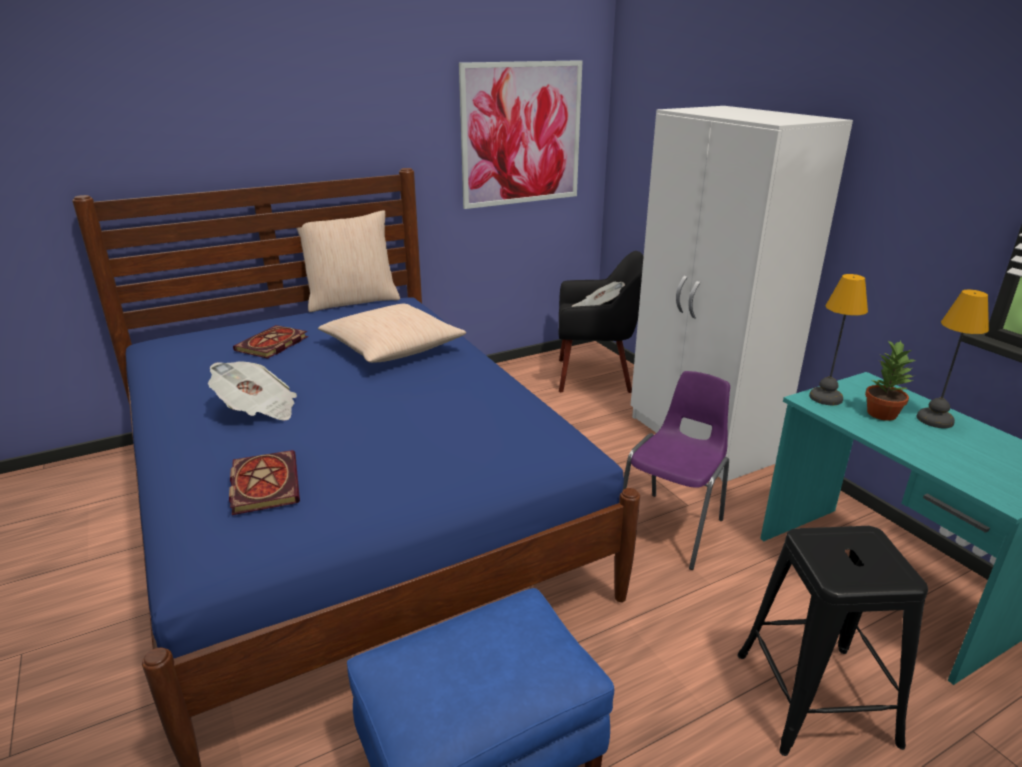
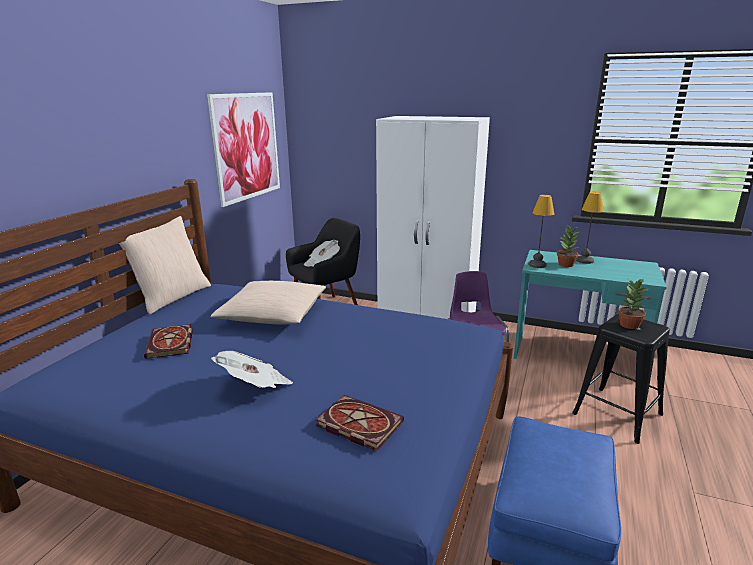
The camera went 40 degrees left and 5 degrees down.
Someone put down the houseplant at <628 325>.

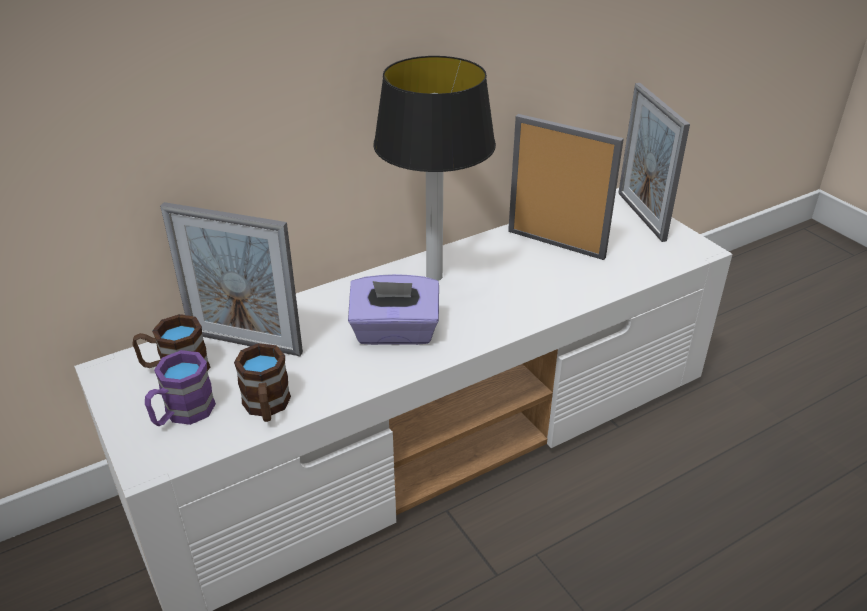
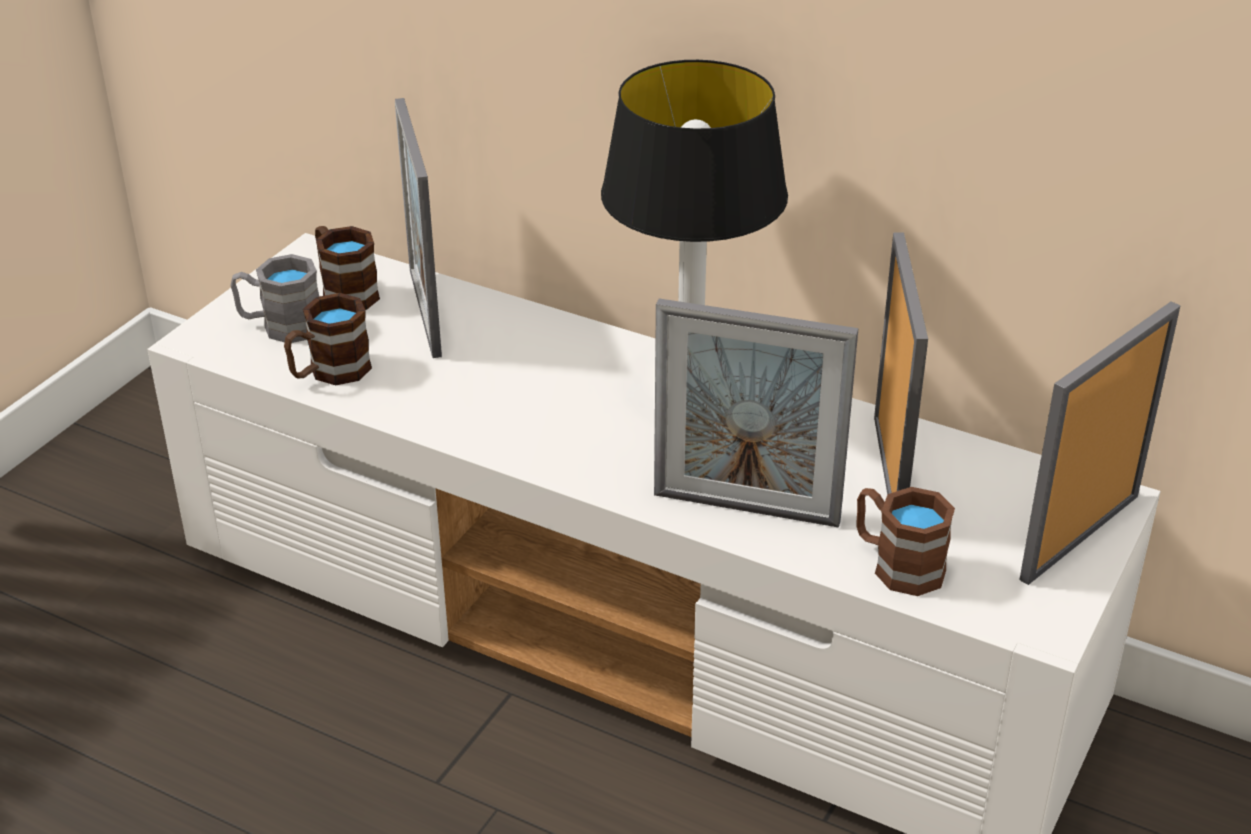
The camera went 60 degrees right and 0 degrees up.
Someone took away the purple tissue holder at <395 333>.
Someone put down the picture frame at <746 508>.
Someone put down the brown tea mug at <896 564>.
Someone repainted the purple tea mug at <182 414>, which became the grey tea mug at <280 326>.

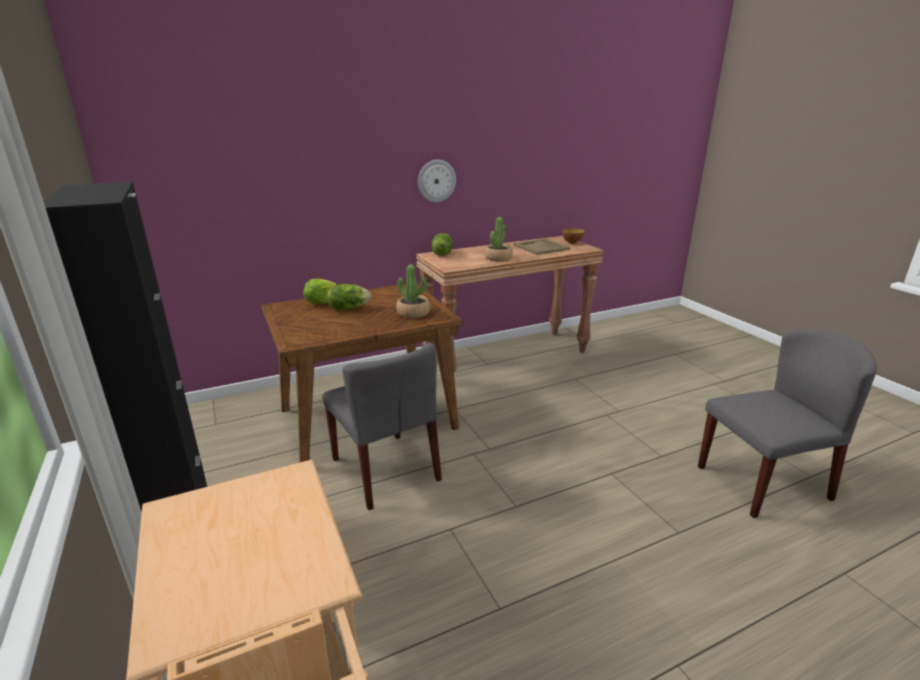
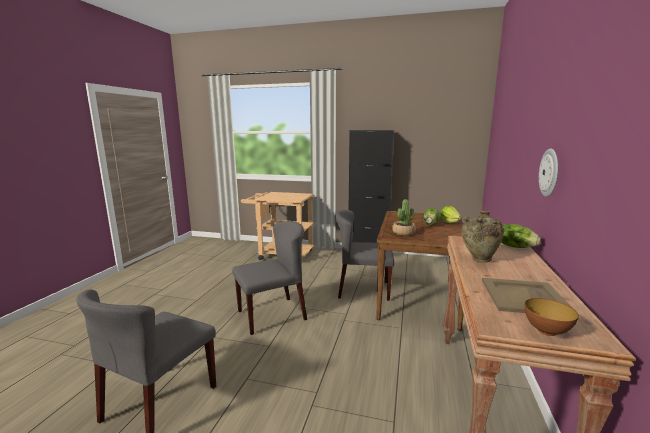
The camera went 130 degrees right and 10 degrees down.
Someone put down the grey upright chair at <272 315>.
Someone swapped the houseplant at <498 258> for the beige-coloured decorative vase at <479 260>.

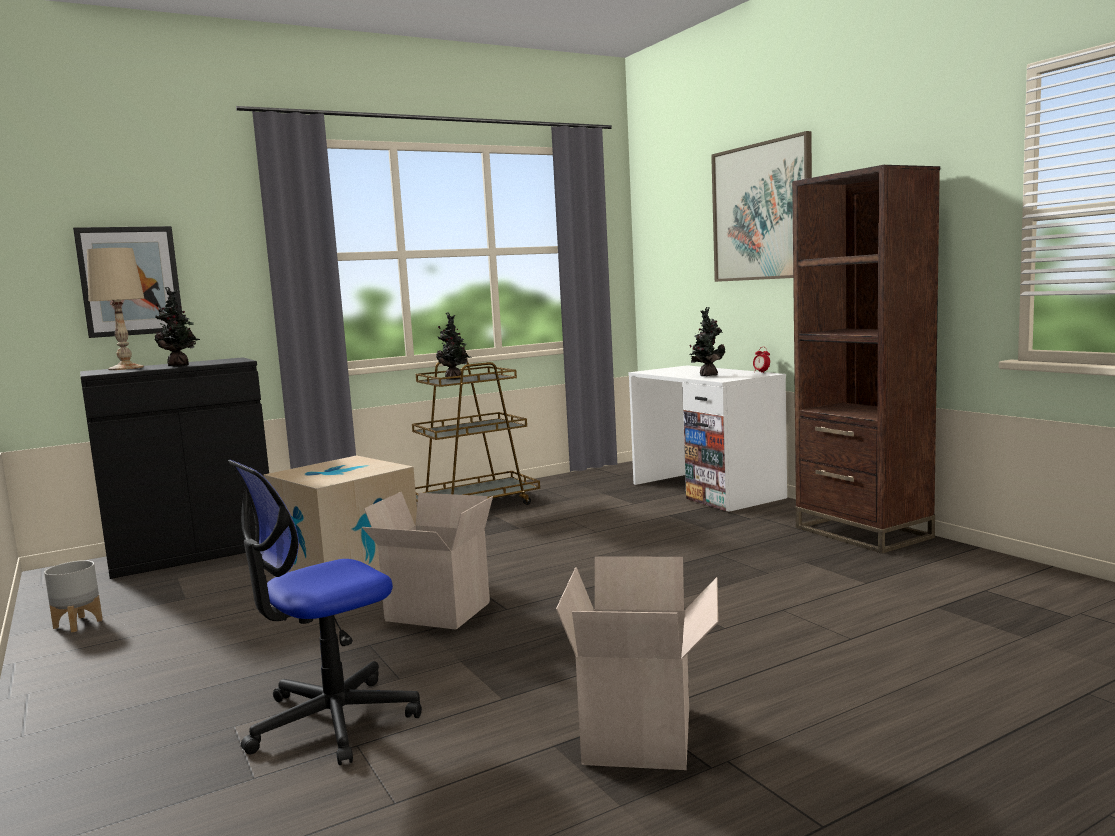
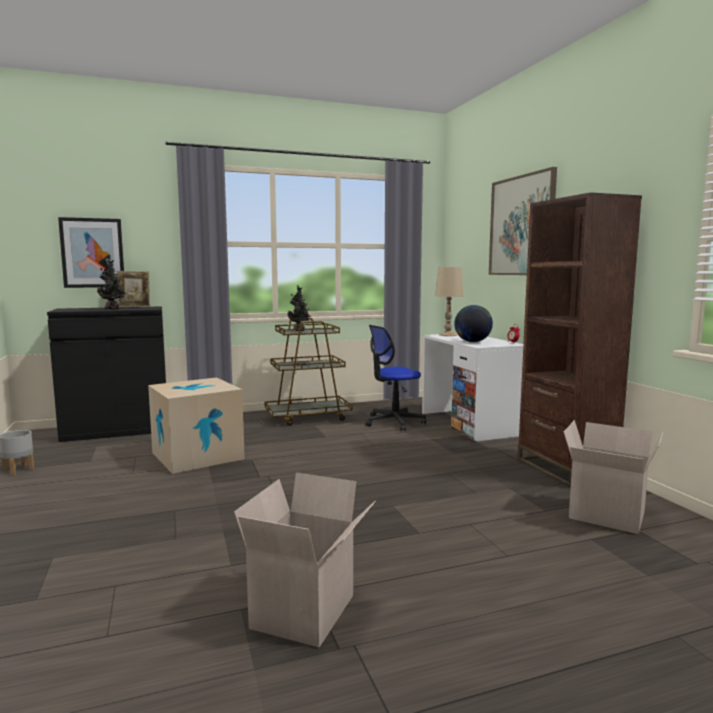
The camera went 10 degrees right and 0 degrees up.
Someone put down the picture frame at <134 307>.
Someone carried the beige-coloured table lamp from <125 368> to <447 335>.
Someone carried the office chair from <332 721> to <394 422>.
Someone carried the cardboard box from <435 613> to <605 516>.
Someone swapped the houseplant at <707 375> for the globe at <472 342>.

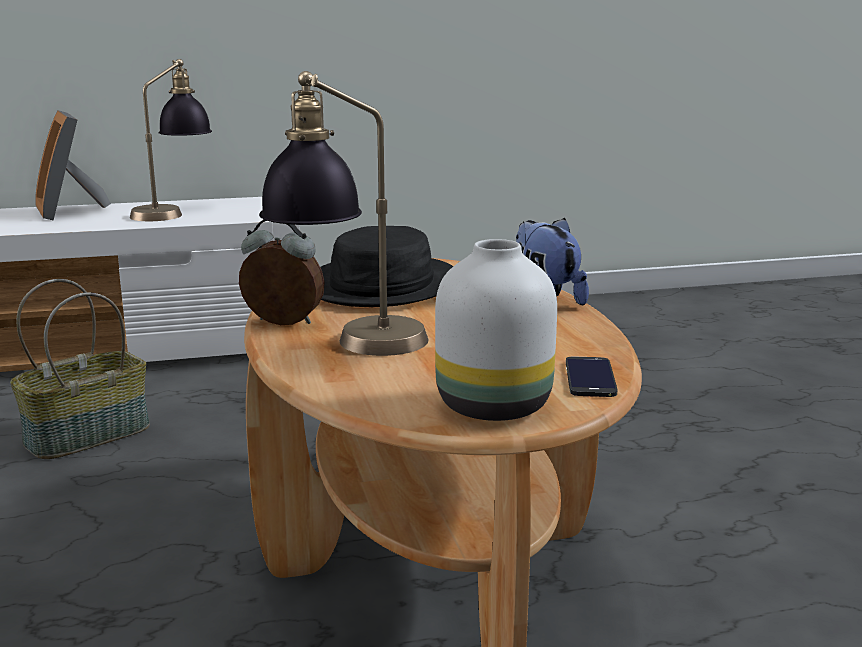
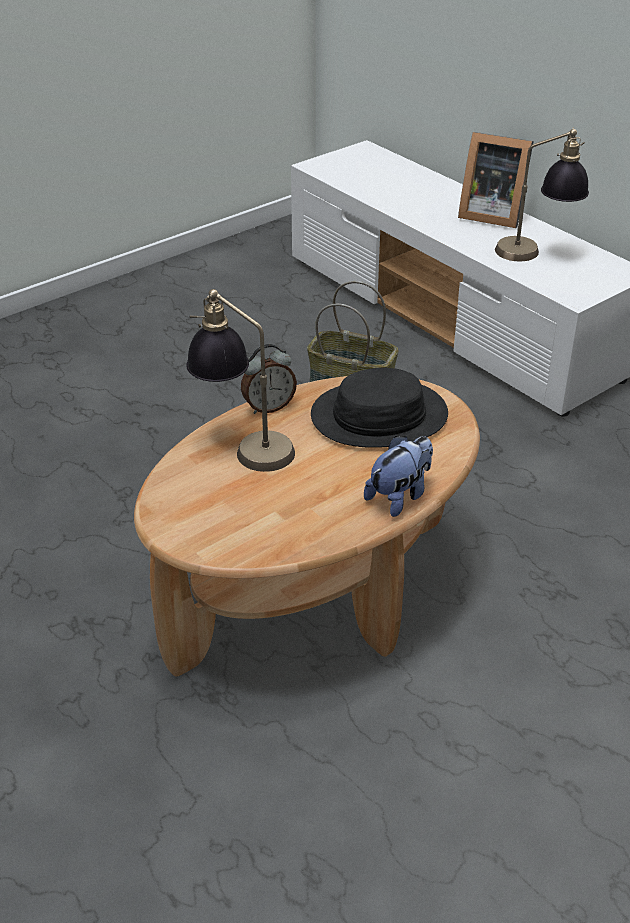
The camera went 65 degrees right and 20 degrees up.
Someone took away the whitish decorative vase at <493 408>.
Someone took away the phone at <590 378>.
Someone rotated the picture frame at <71 211> by 105 degrees counterclockwise.
Someone rotated the table clock at <282 324> by 75 degrees clockwise.

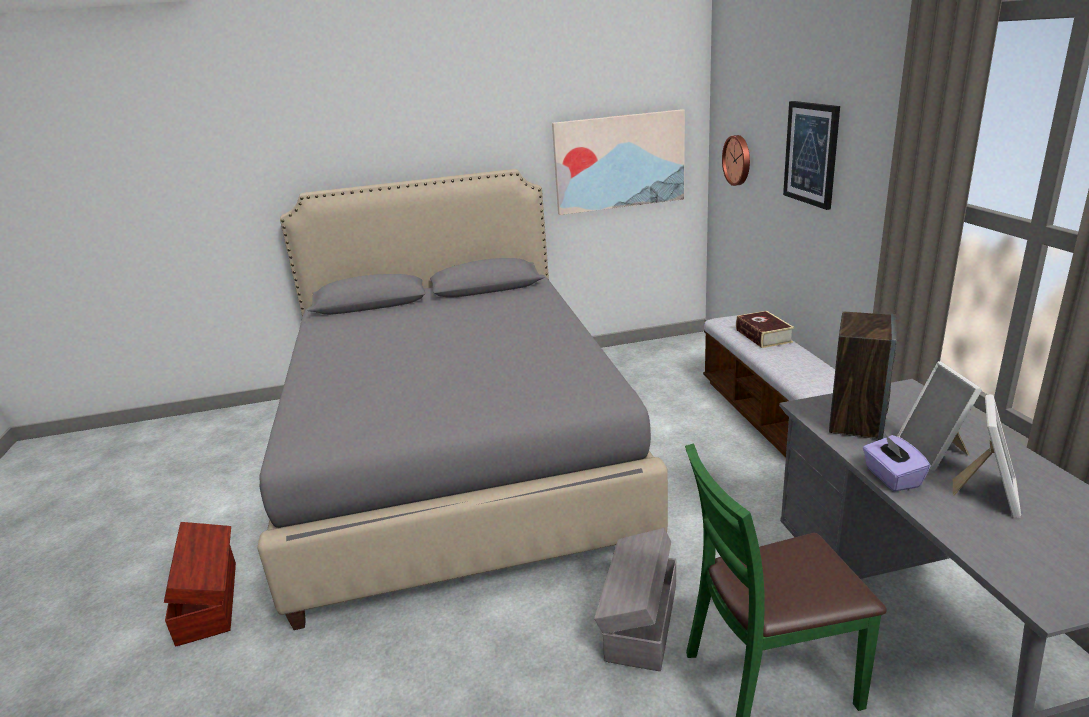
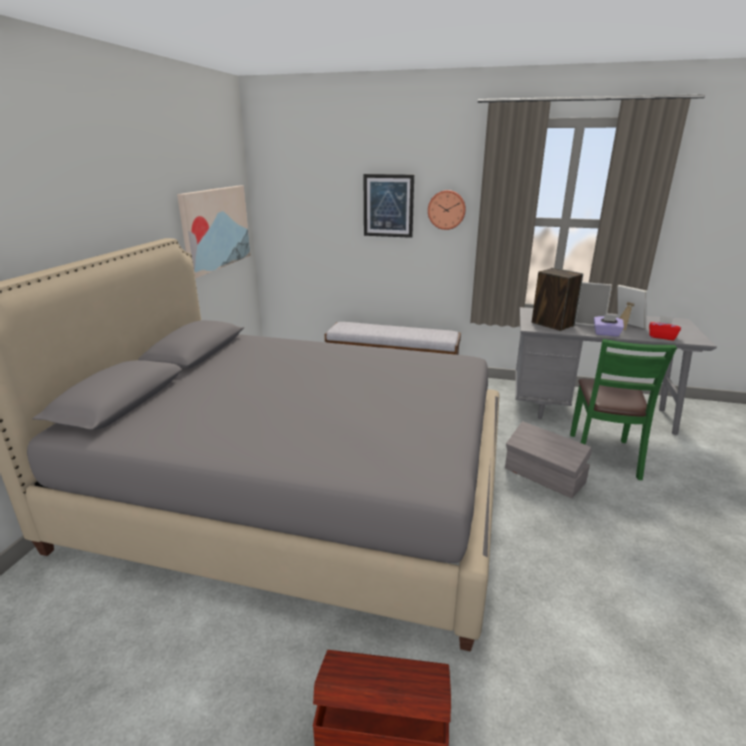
The camera went 65 degrees left and 0 degrees up.
Someone took away the volume at <763 336>.
Someone put down the red-coloured tissue holder at <661 337>.
Someone carried the wall clock from <738 160> to <446 209>.

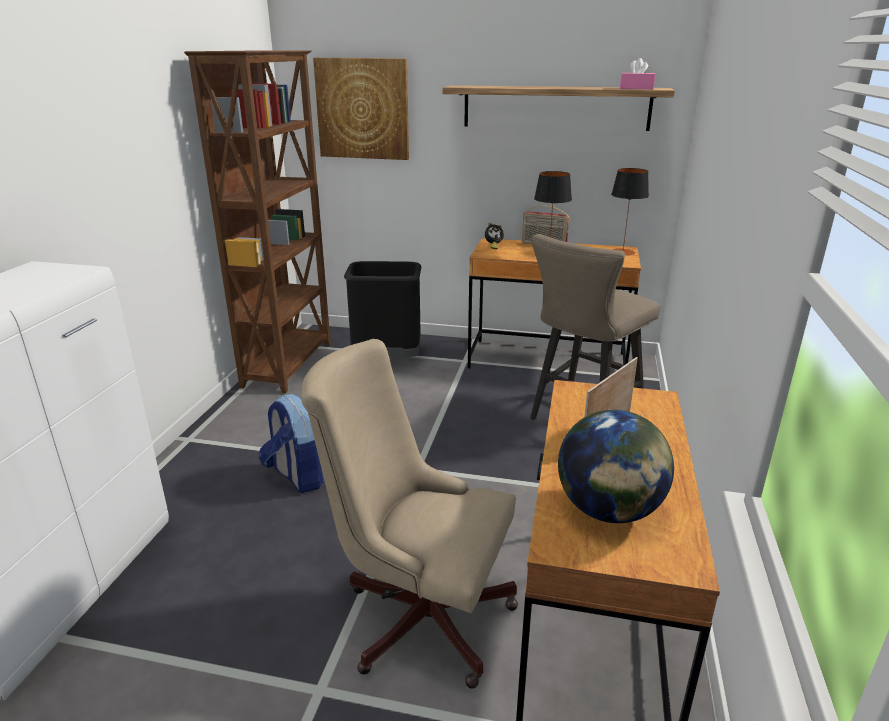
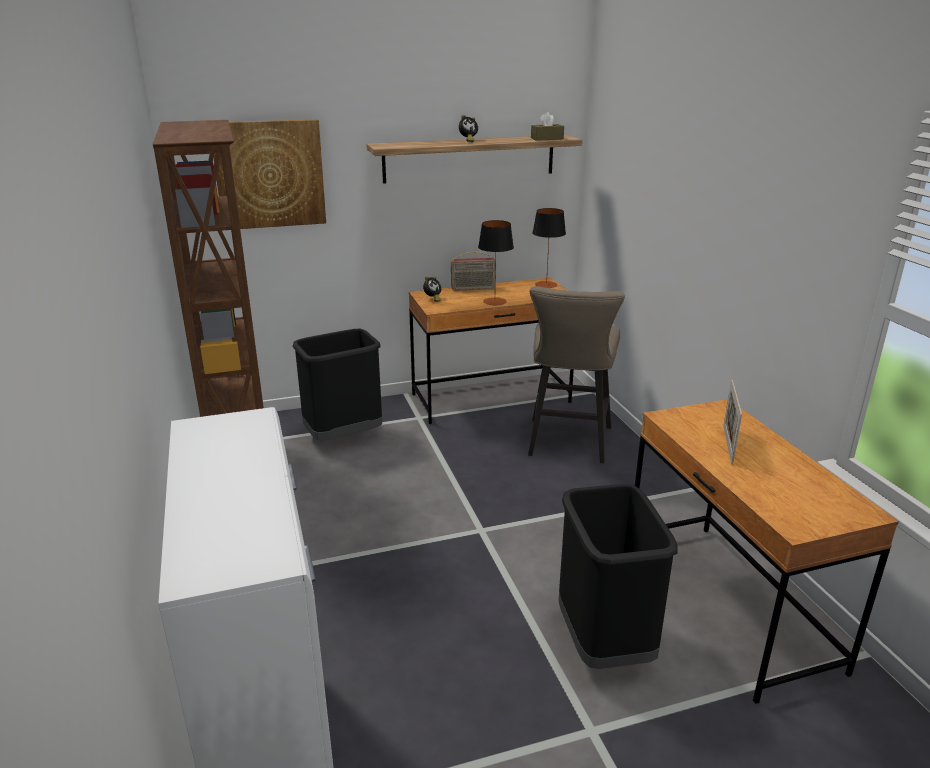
The camera went 30 degrees left and 0 degrees up.
Someone took away the knapsack at <297 476>.
Someone took away the globe at <609 510>.
Someone put down the table clock at <467 141>.
Someone swapped the beige-coloured office chair at <418 614> for the blackish rubbish bin at <603 643>.
Someone repainted the pink tissue holder at <636 88>, which became the brown tissue holder at <547 139>.

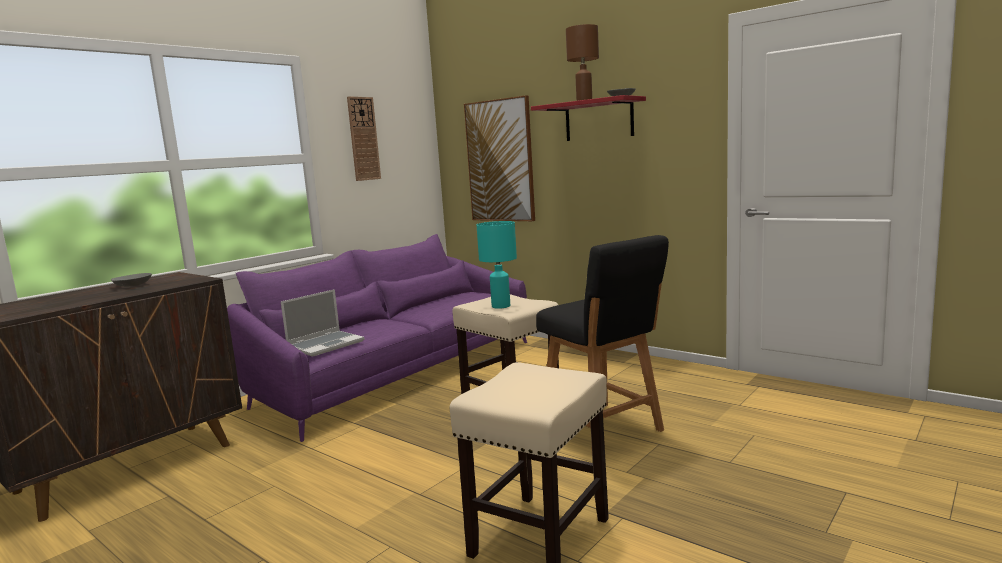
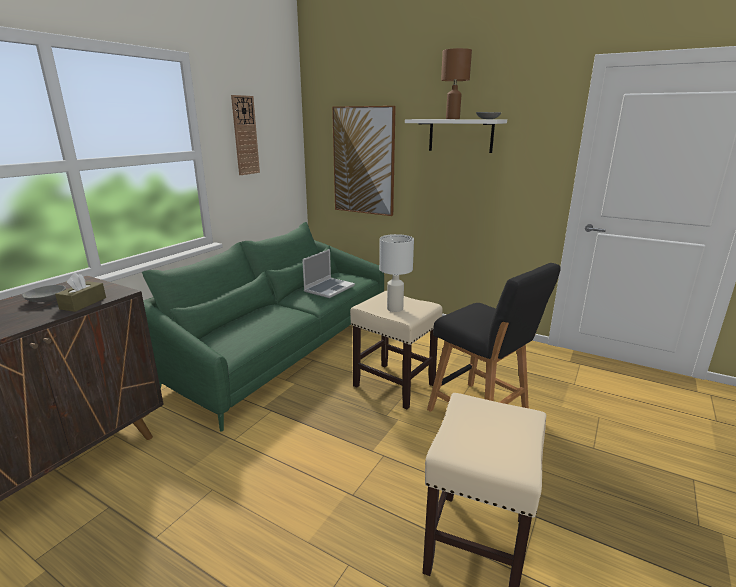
The camera went 10 degrees left and 10 degrees up.
Someone put down the brown tissue holder at <83 303>.
Someone carried the laptop from <326 344> to <329 288>.
Someone repainted the purple couch at <396 373>, which became the green-coloured couch at <282 348>.
Someone repainted the turquoise table lamp at <500 306>, which became the whitish table lamp at <394 309>.
Someone repainted the red-coloured bracket shelf at <599 120>, which became the whitish bracket shelf at <460 135>.

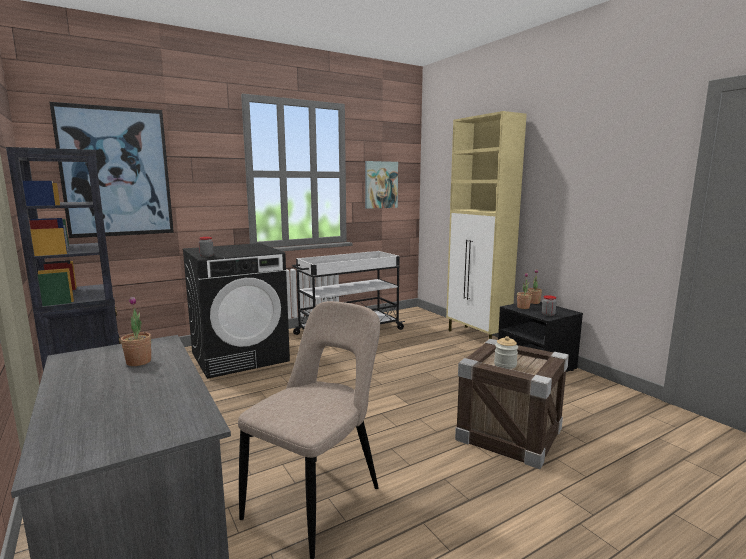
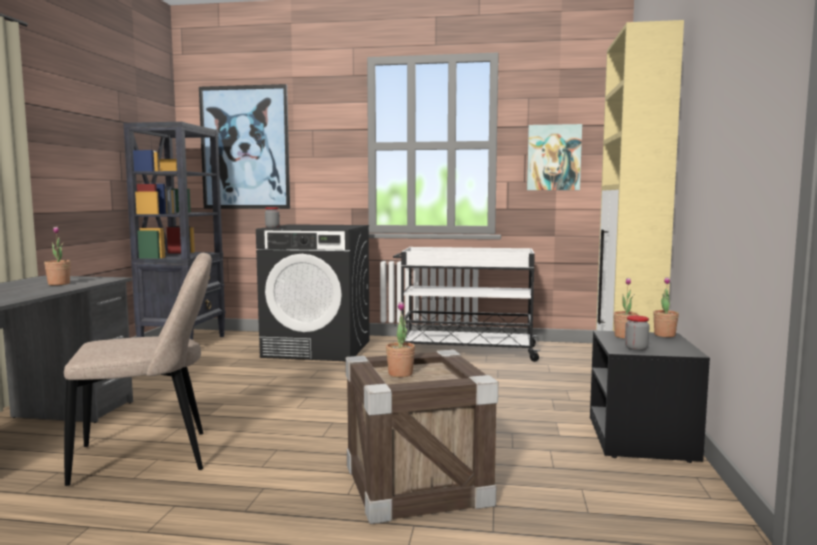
The camera went 40 degrees right and 5 degrees down.
Someone swapped the preserve jar at <505 364> for the houseplant at <400 374>.

